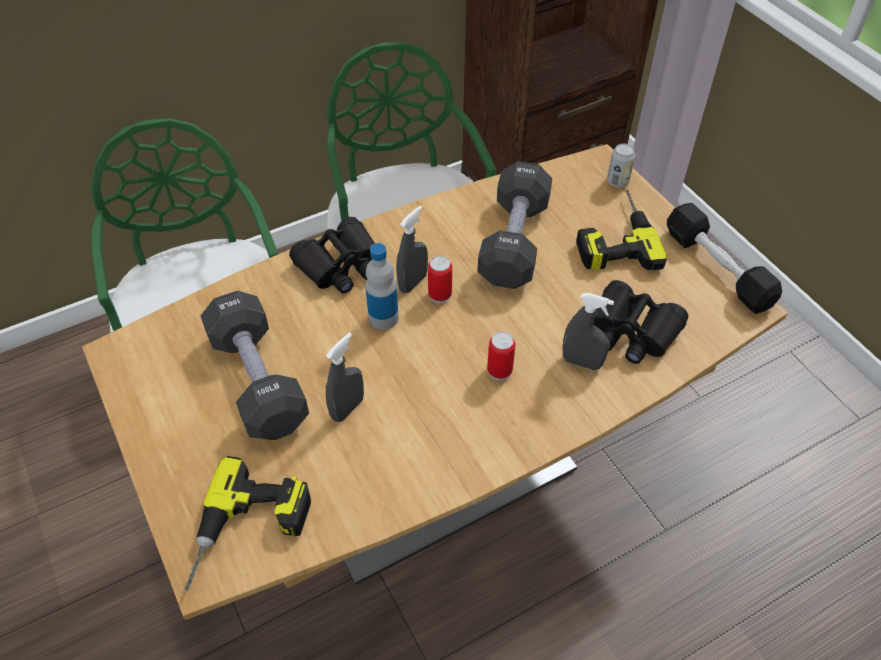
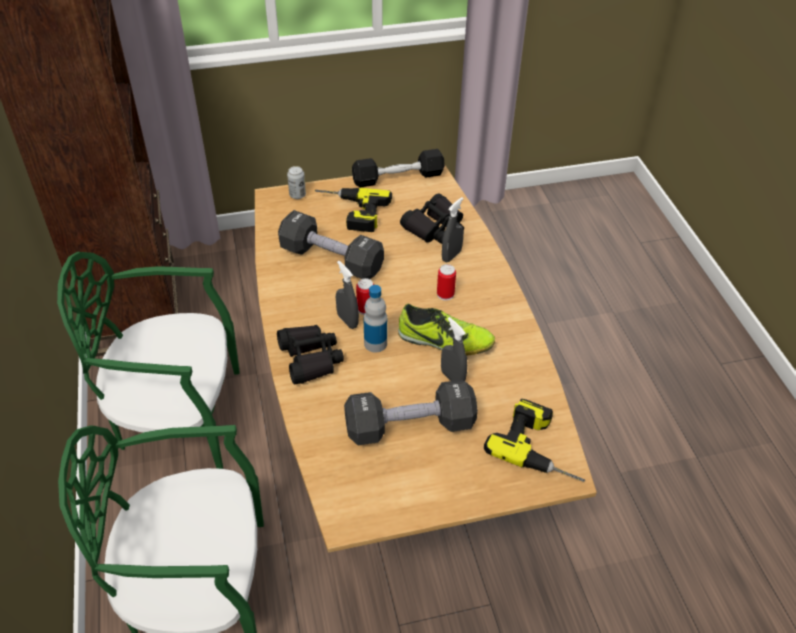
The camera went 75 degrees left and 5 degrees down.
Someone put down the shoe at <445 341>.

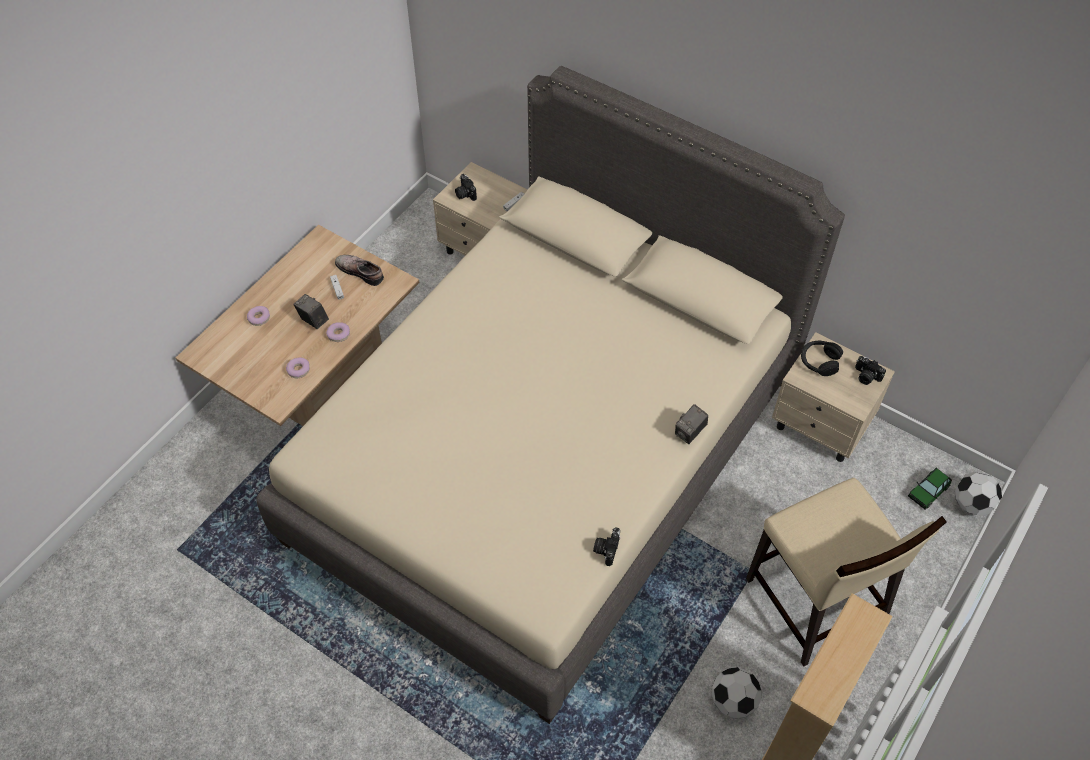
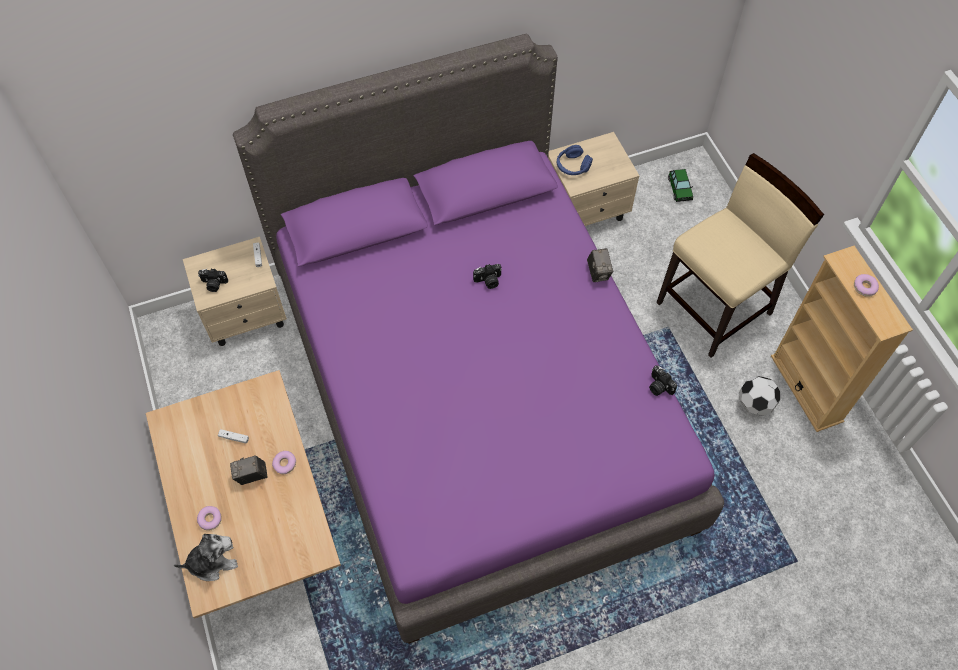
The camera went 55 degrees left and 5 degrees up.
Someone took away the shoe at <361 271>.
Someone took away the ball for football at <971 504>.
Someone put down the plush toy at <213 561>.
Someone carried the doughnut from <298 370> to <864 287>.
Someone carried the photo camera from <866 376> to <488 281>.
Someone repainted the beige-coloured bedroom bed at <545 456>, which became the purple bedroom bed at <477 397>.
Someone repainted the blackish headphones at <819 361>, which became the blue headphones at <572 166>.
Someone rotated the beige-coloured upright chair at <815 603> by 45 degrees counterclockwise.

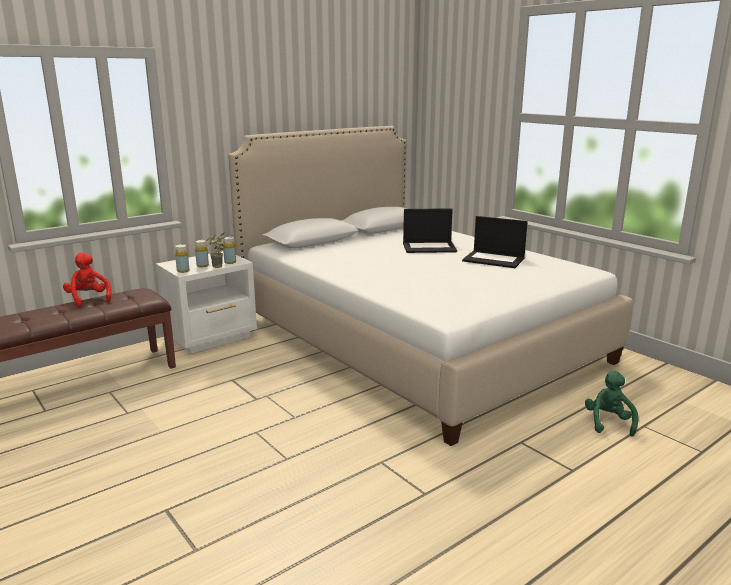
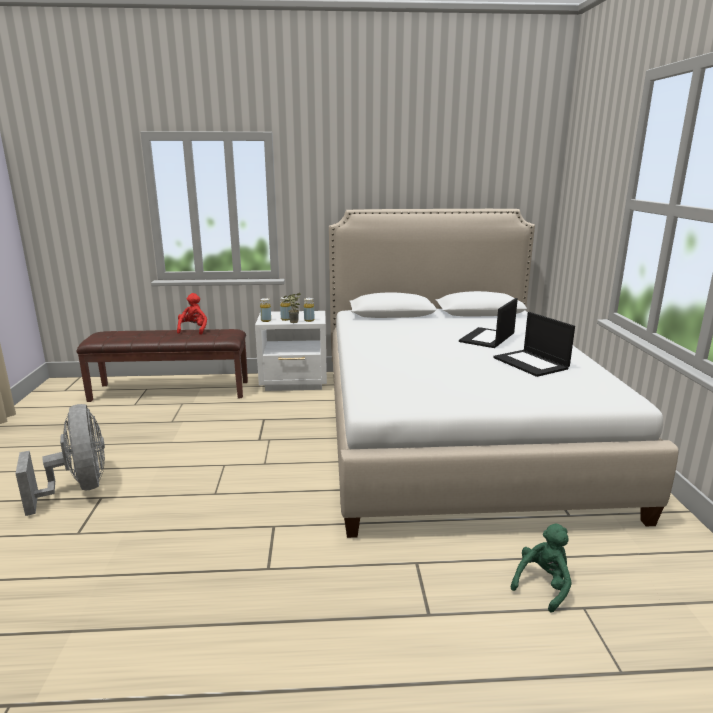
The camera went 35 degrees right and 0 degrees up.
Someone put down the grey fan at <78 488>.
Someone rotated the laptop at <429 247> by 90 degrees clockwise.

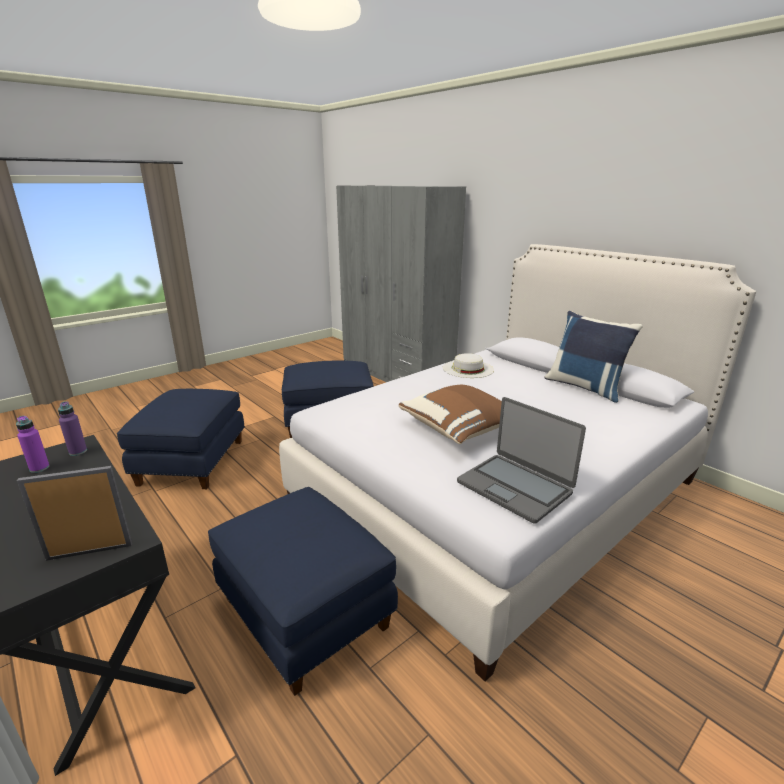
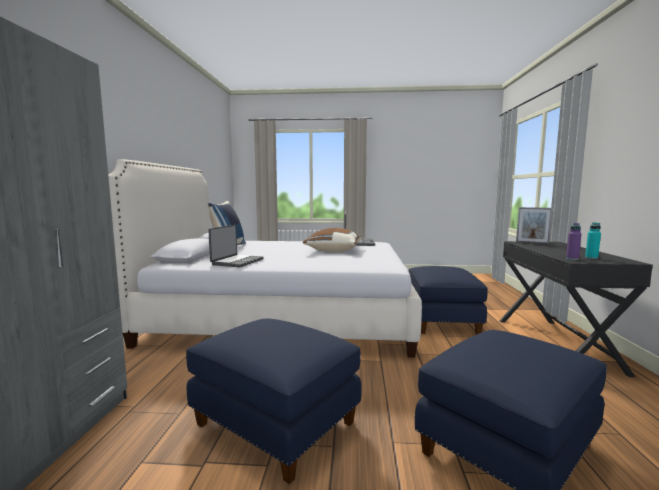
The camera went 135 degrees left and 15 degrees down.
Someone swapped the whitish clothing hat at <468 369> for the laptop at <237 262>.
Someone repainted the purple bottle at <39 468>, which became the turquoise bottle at <591 258>.

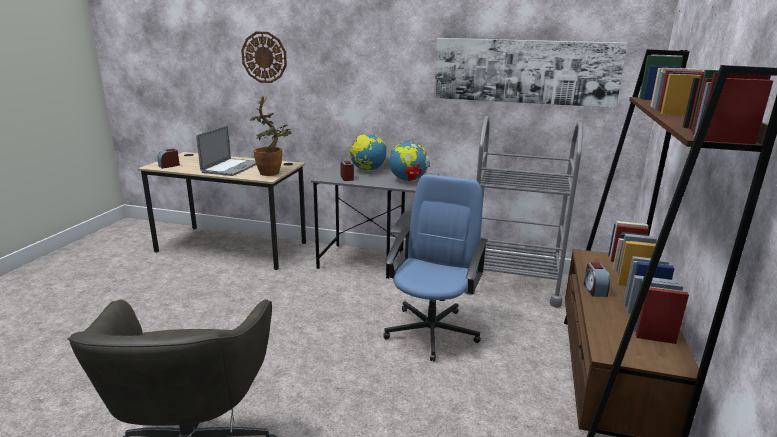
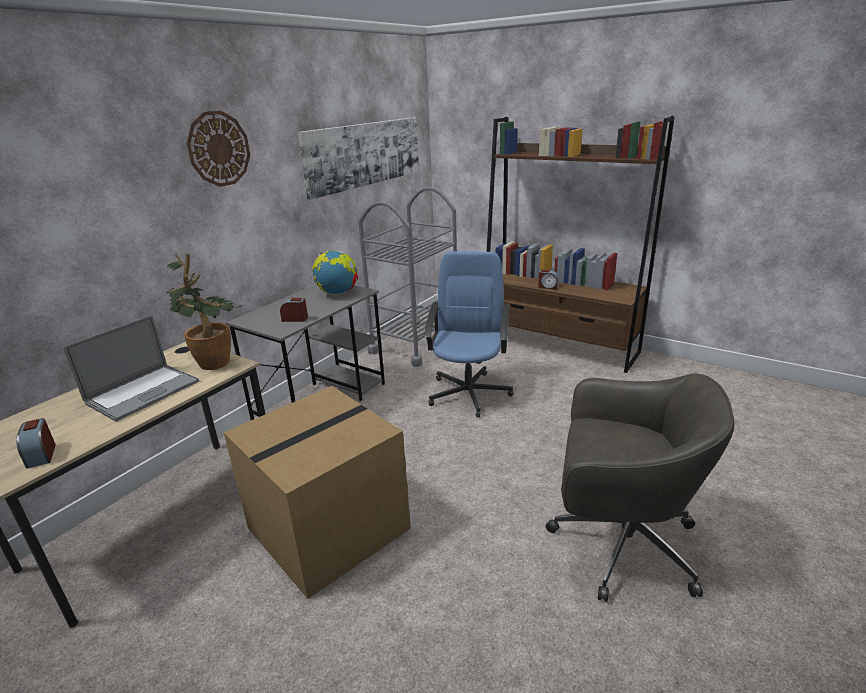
The camera went 70 degrees left and 5 degrees up.
Someone took away the globe at <367 170>.
Someone put down the cardboard box at <327 530>.
Someone carried the wall clock from <264 57> to <219 149>.
Someone rotated the laptop at <231 167> by 90 degrees clockwise.
Someone rotated the blue office chair at <432 331> by 60 degrees clockwise.

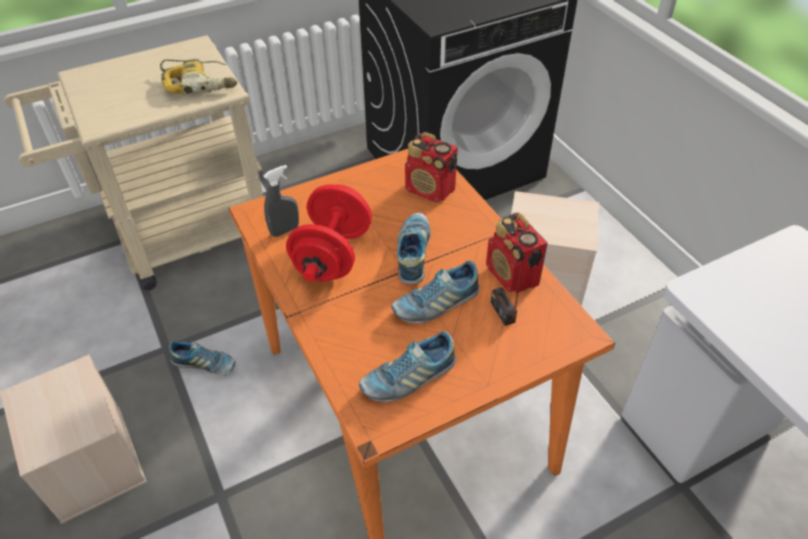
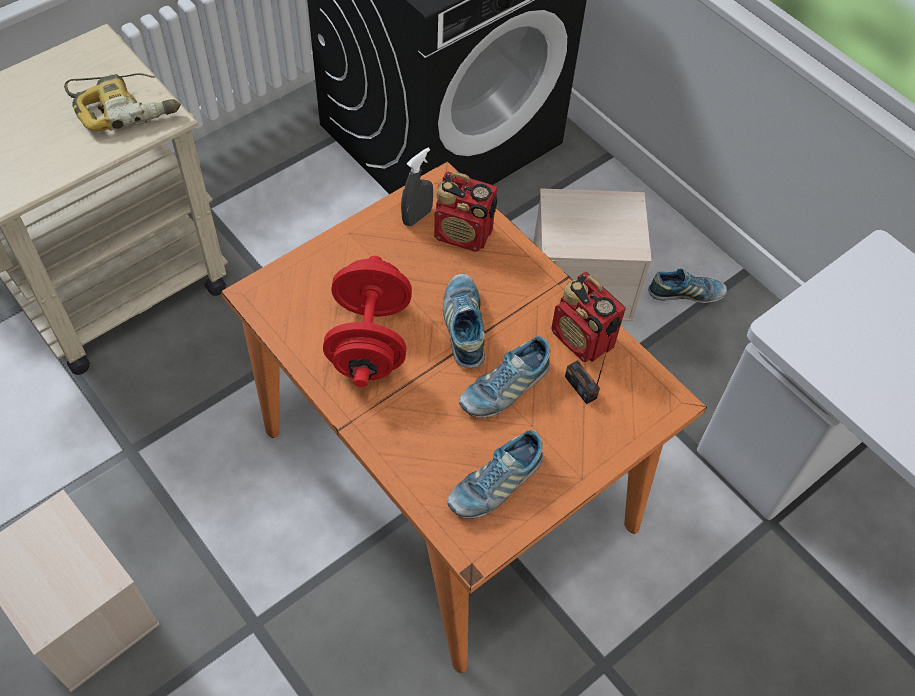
The camera went 15 degrees left and 10 degrees up.
Someone carried the shoe from <205 364> to <685 294>.
Someone carried the grey sprayer from <285 230> to <417 217>.

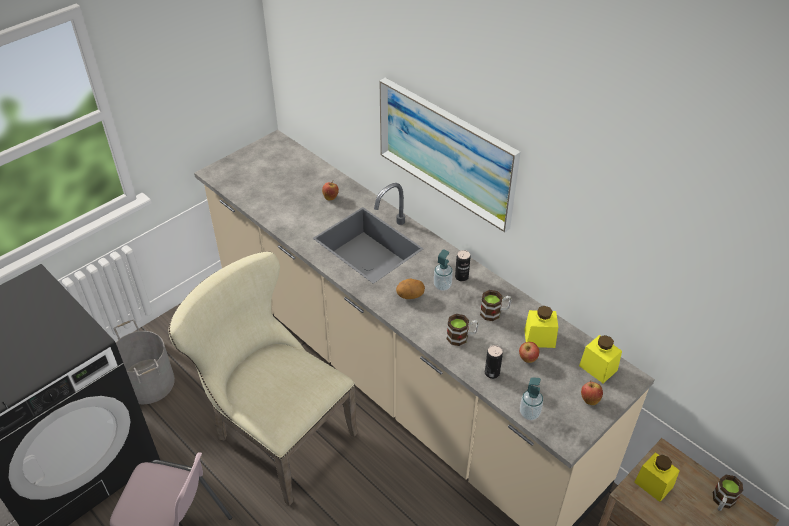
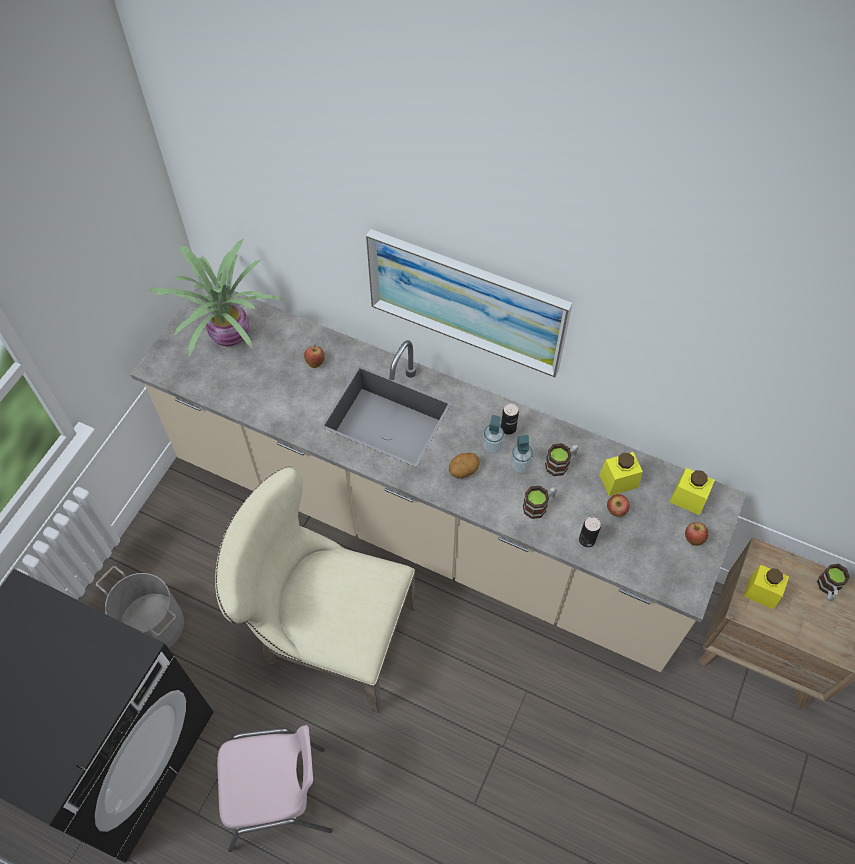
The camera went 20 degrees left and 15 degrees up.
Someone put down the houseplant at <228 334>.
Someone carried the soap bottle from <529 413> to <520 465>.

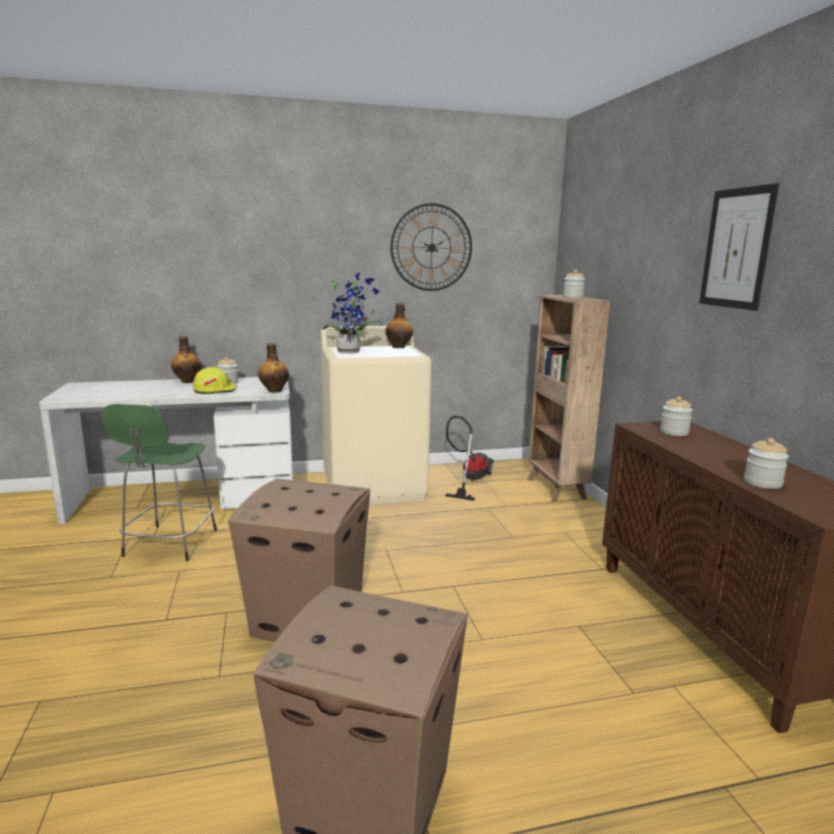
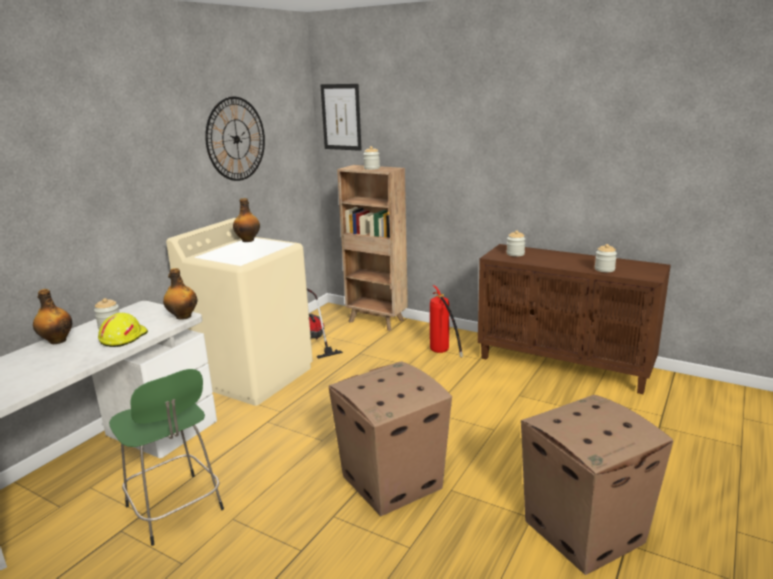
The camera went 45 degrees left and 5 degrees up.
Someone took away the houseplant at <350 352>.
Someone put down the fire extinguisher at <443 354>.
Someone carried the picture from <736 248> to <341 117>.

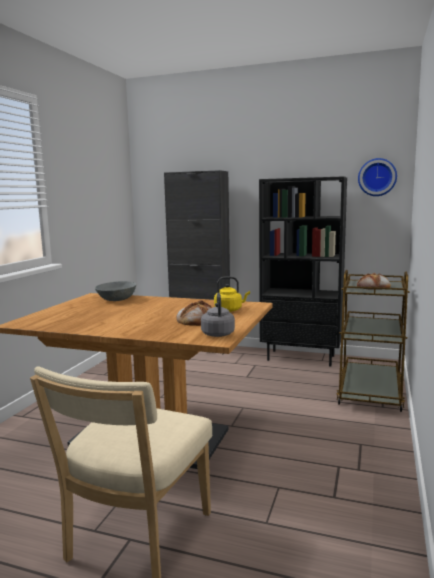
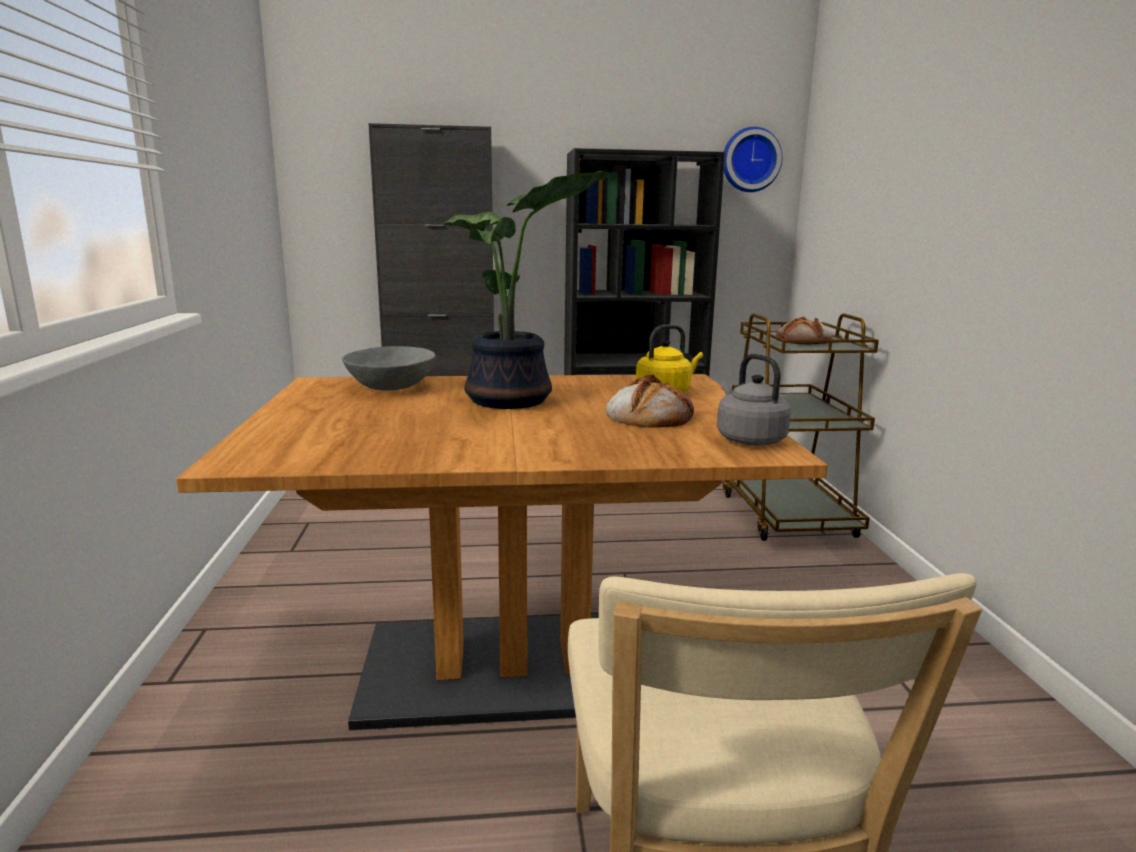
The camera went 25 degrees left and 5 degrees up.
Someone put down the houseplant at <512 401>.

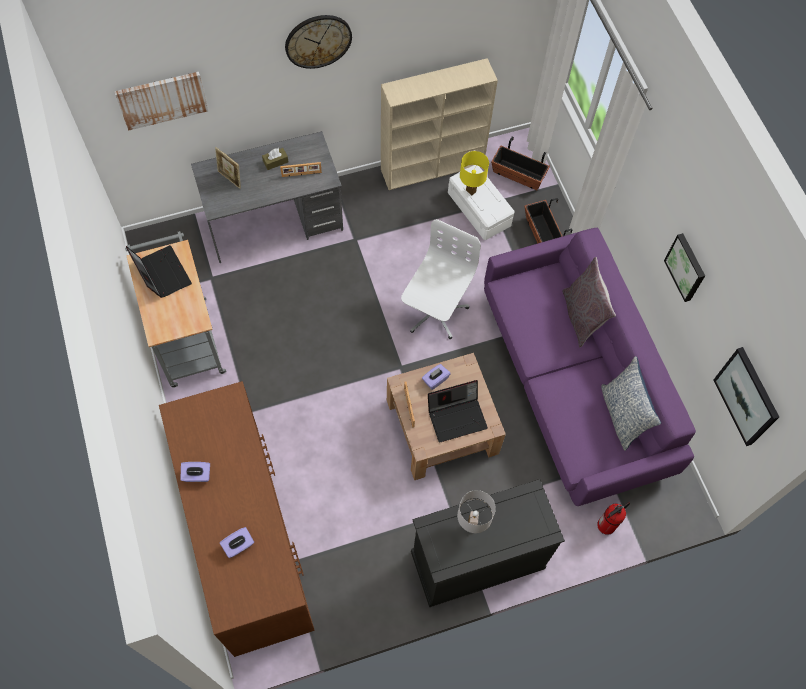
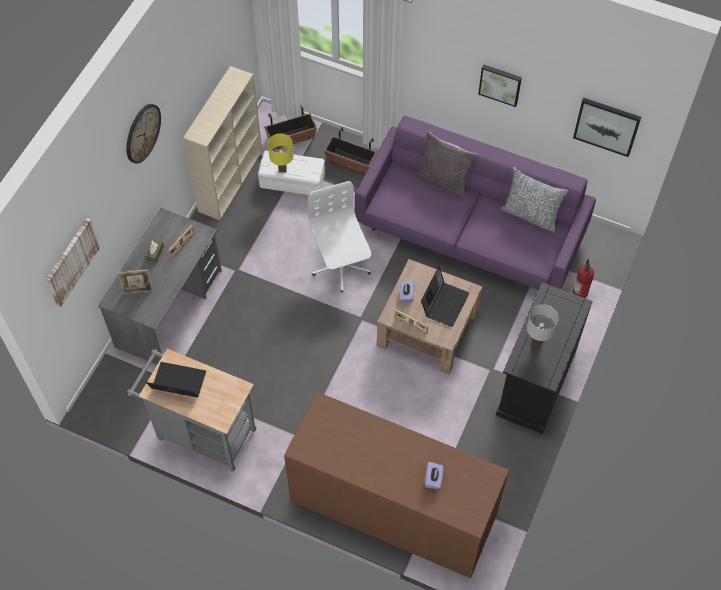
The camera went 45 degrees left and 5 degrees down.
Someone took away the purple tissue holder at <197 475>.

